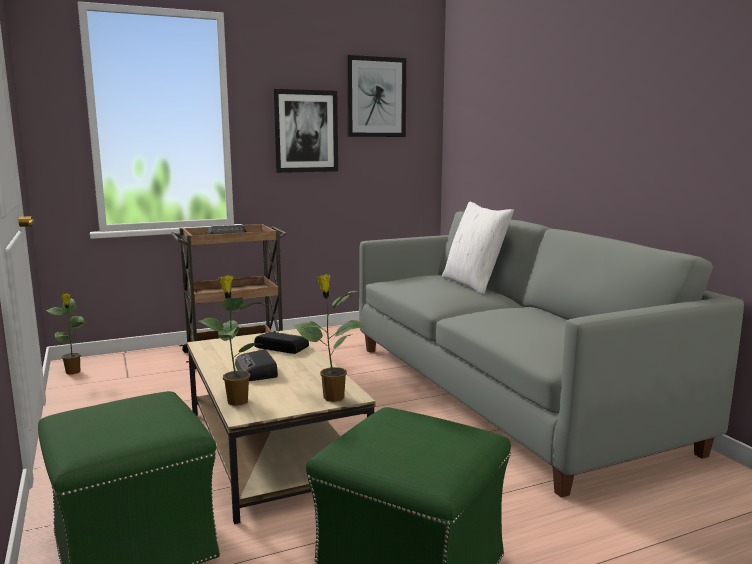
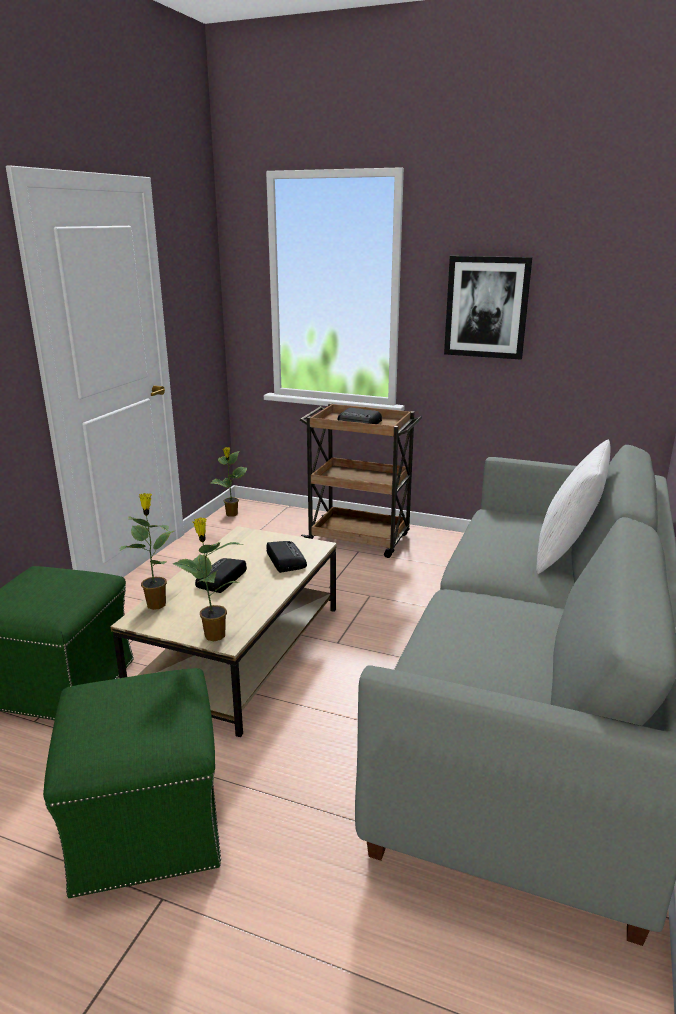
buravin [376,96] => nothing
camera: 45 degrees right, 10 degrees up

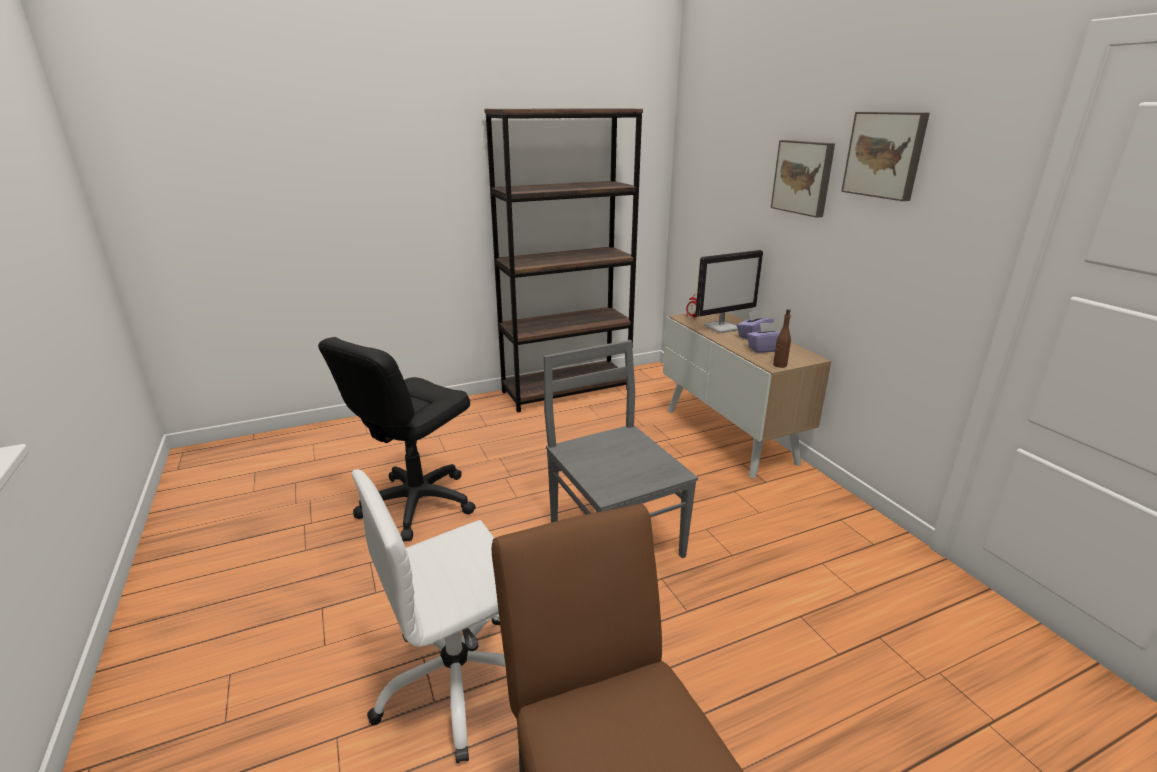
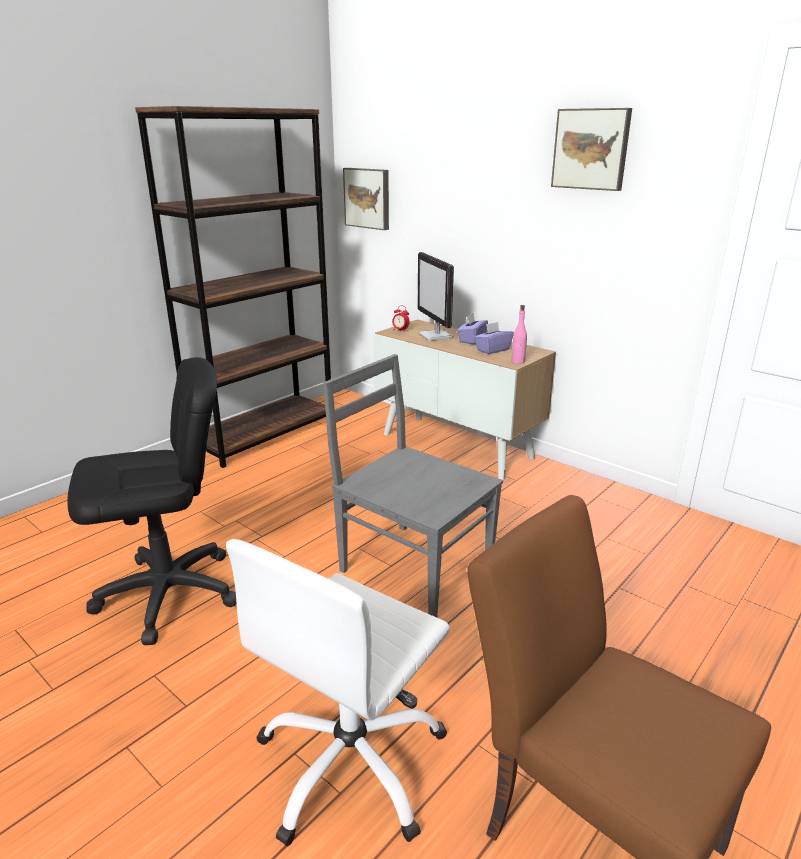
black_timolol [397,439] => black_timolol [152,501], 120 degrees counterclockwise
buravin [803,179] => buravin [366,199], shifted
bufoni [729,291] => bufoni [435,296], 120 degrees clockwise
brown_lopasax [782,338] => pink_lopasax [519,334]
camera: 25 degrees left, 0 degrees up

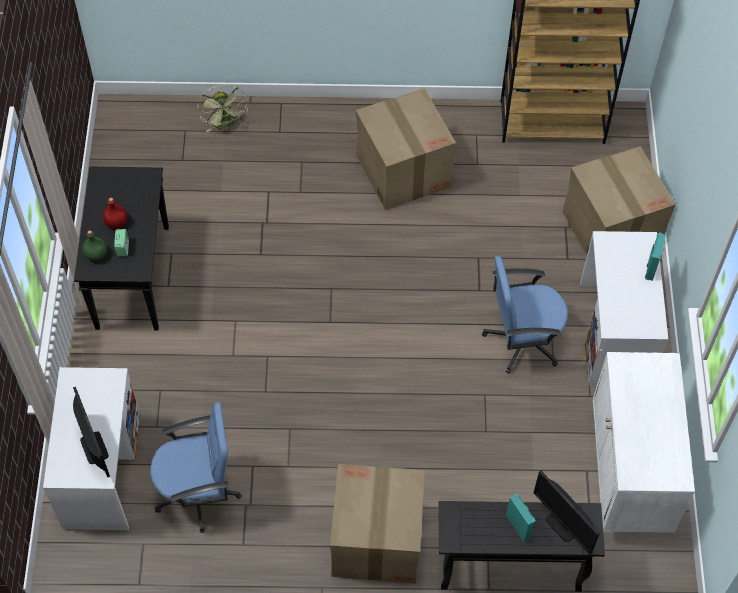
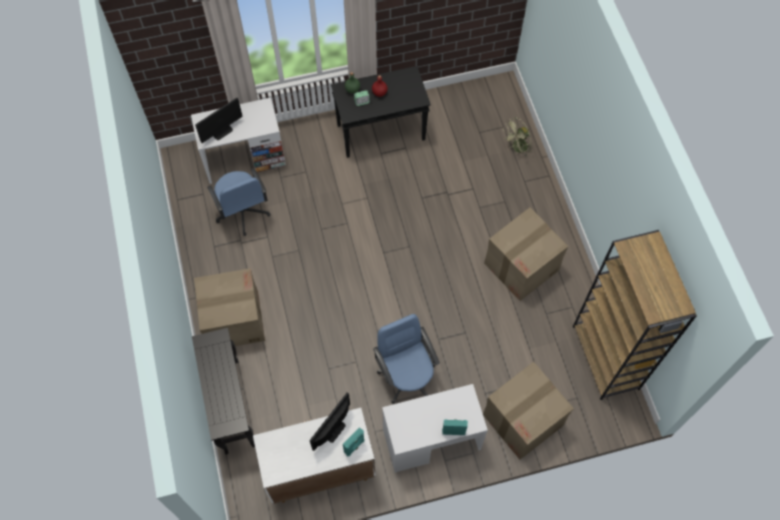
bufoni [566,512] => bufoni [330,421], shifted
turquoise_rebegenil [521,518] => turquoise_rebegenil [354,441], shifted
camera: 75 degrees right, 5 degrees up

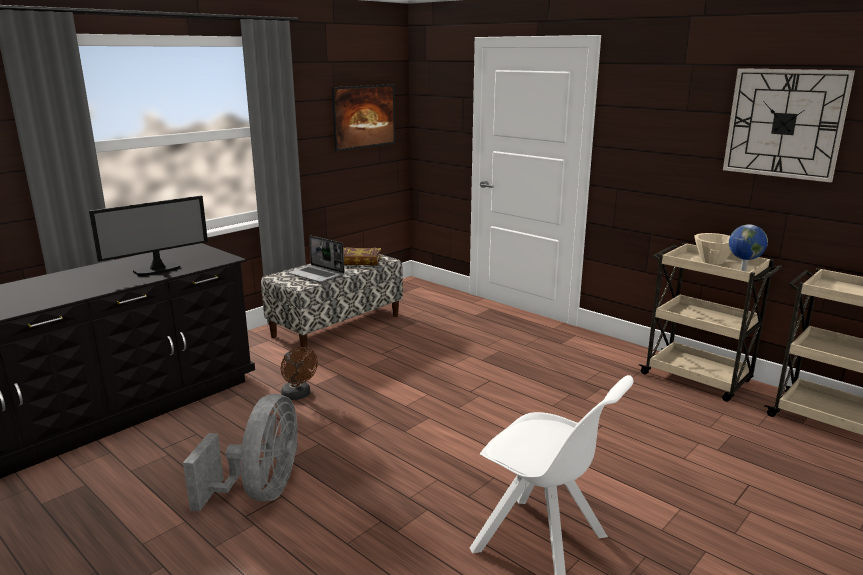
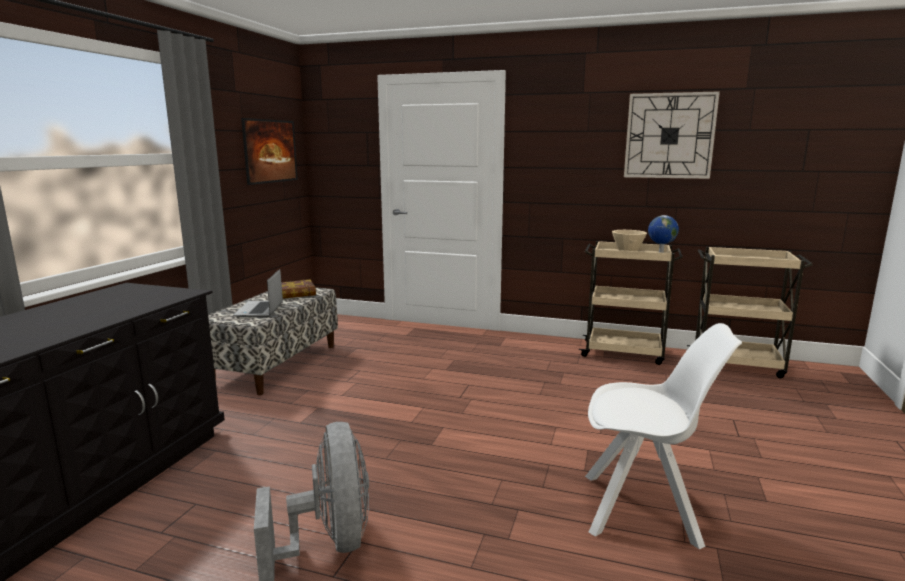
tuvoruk [316,259] => tuvoruk [258,293], 75 degrees clockwise
bufoni [148,235] => nothing
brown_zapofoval [299,373] => nothing
camera: 25 degrees left, 5 degrees down

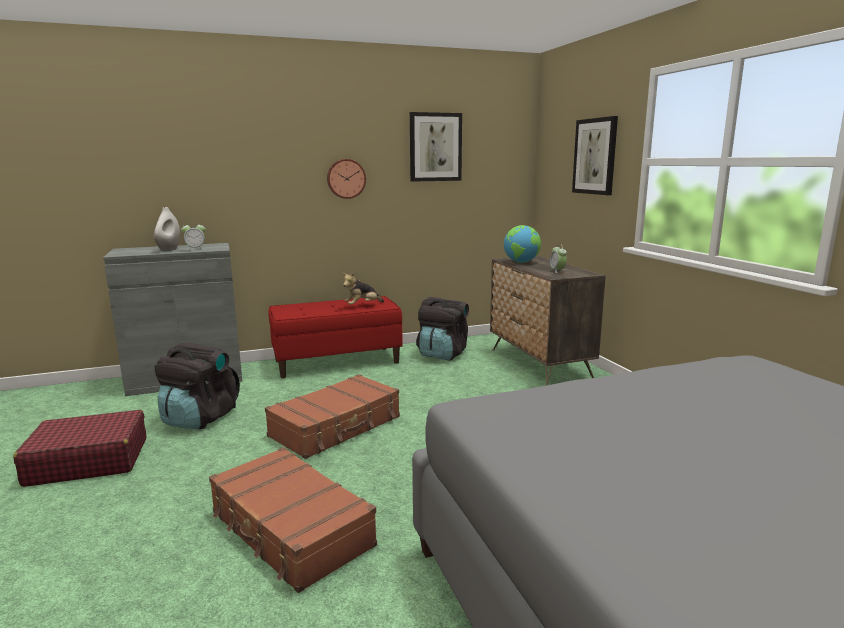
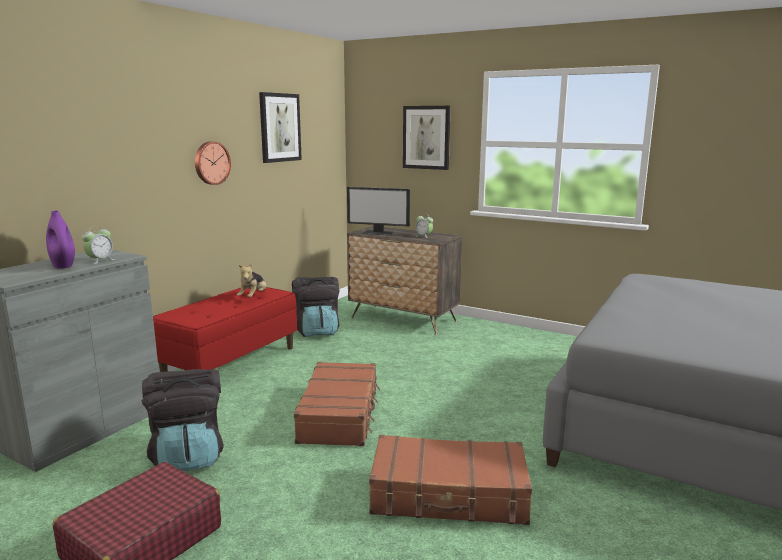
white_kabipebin [167,229] => purple_kabipebin [60,240]
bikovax [522,244] => bufoni [378,211]
camera: 40 degrees left, 0 degrees up

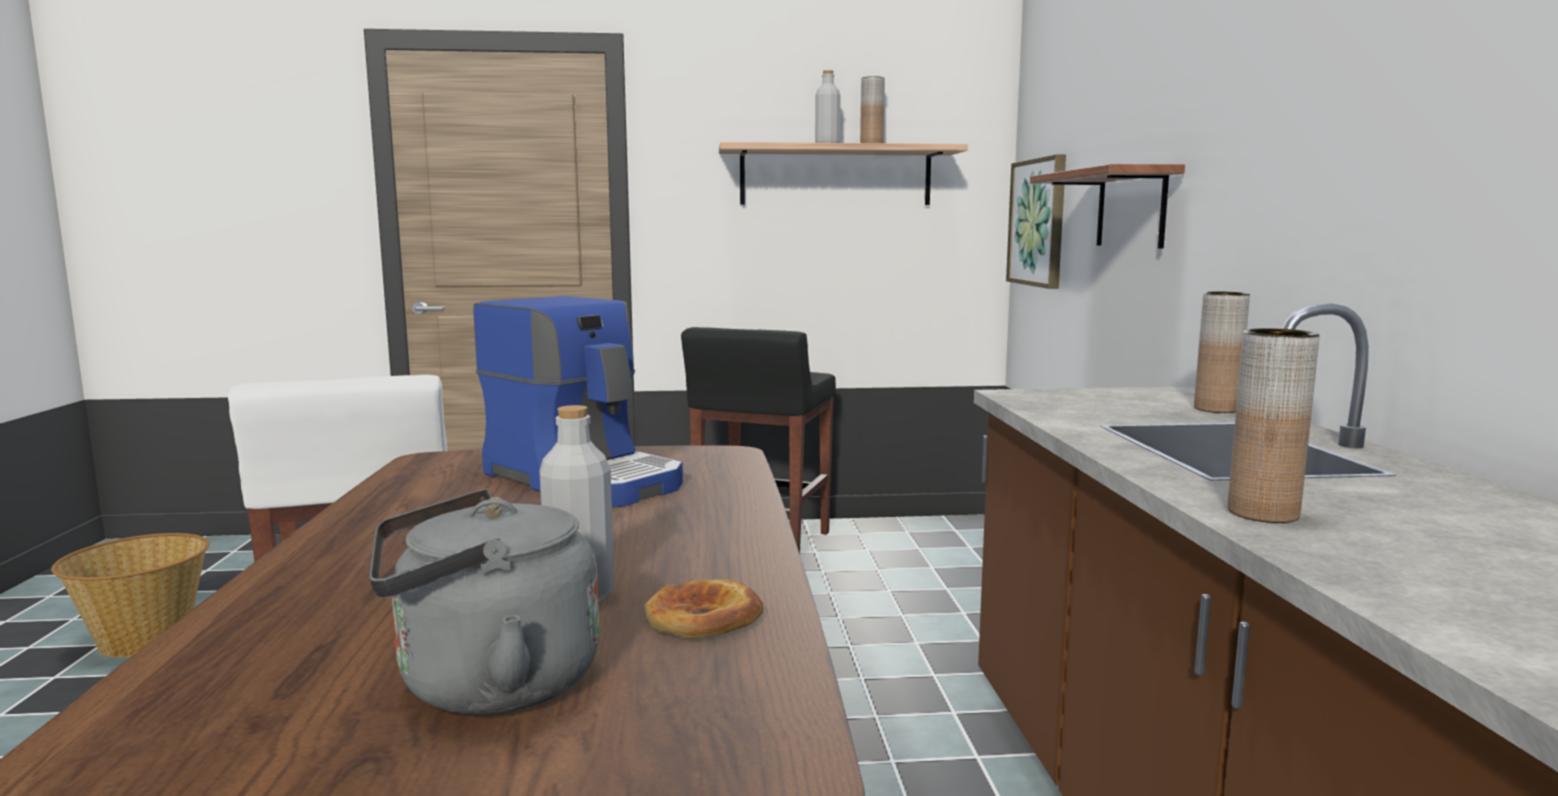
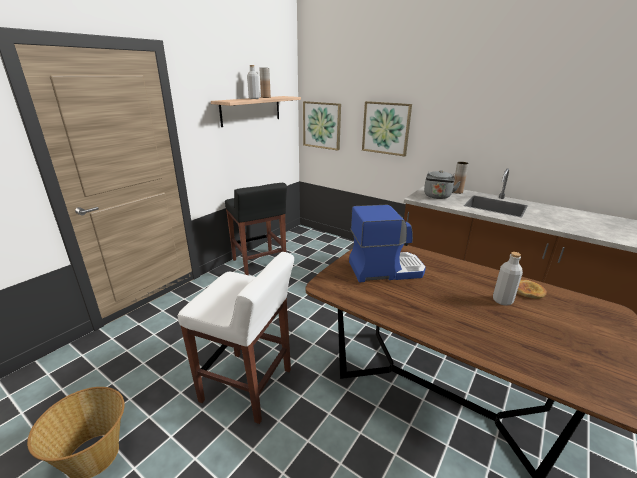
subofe [1107,206] => buravin [387,129]
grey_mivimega [484,601] => grey_mivimega [442,184], shifted
brown_kabipebin [1274,425] => nothing
camera: 50 degrees left, 15 degrees up

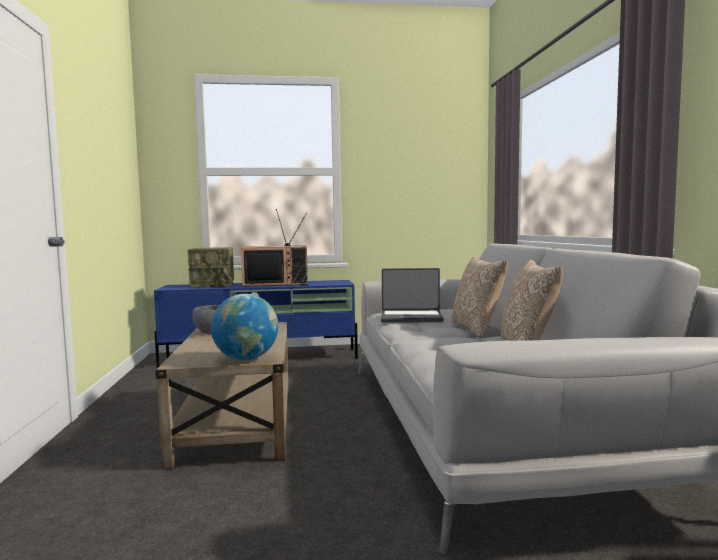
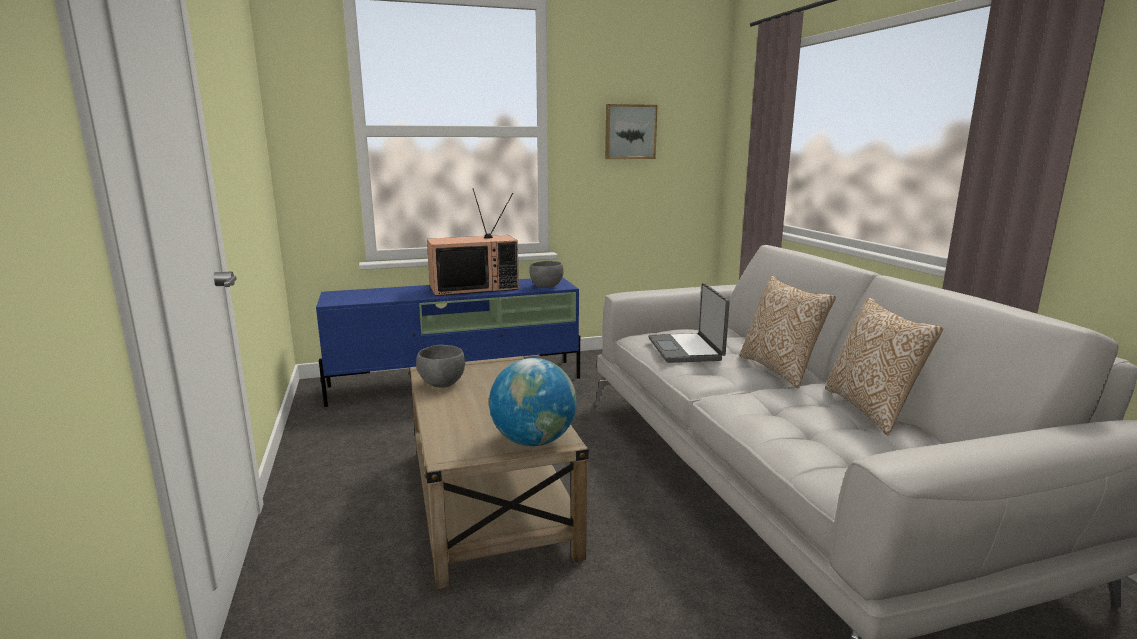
nothing => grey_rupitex [546,274]
nothing => buravin [631,131]
tuvoruk [412,295] => tuvoruk [689,323], 90 degrees clockwise
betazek [211,267] => nothing
camera: 10 degrees left, 10 degrees up

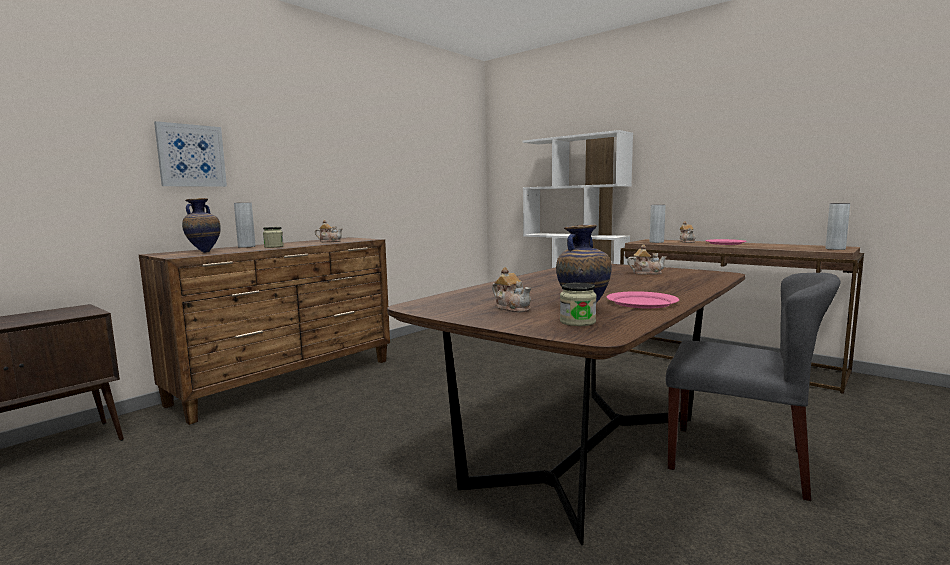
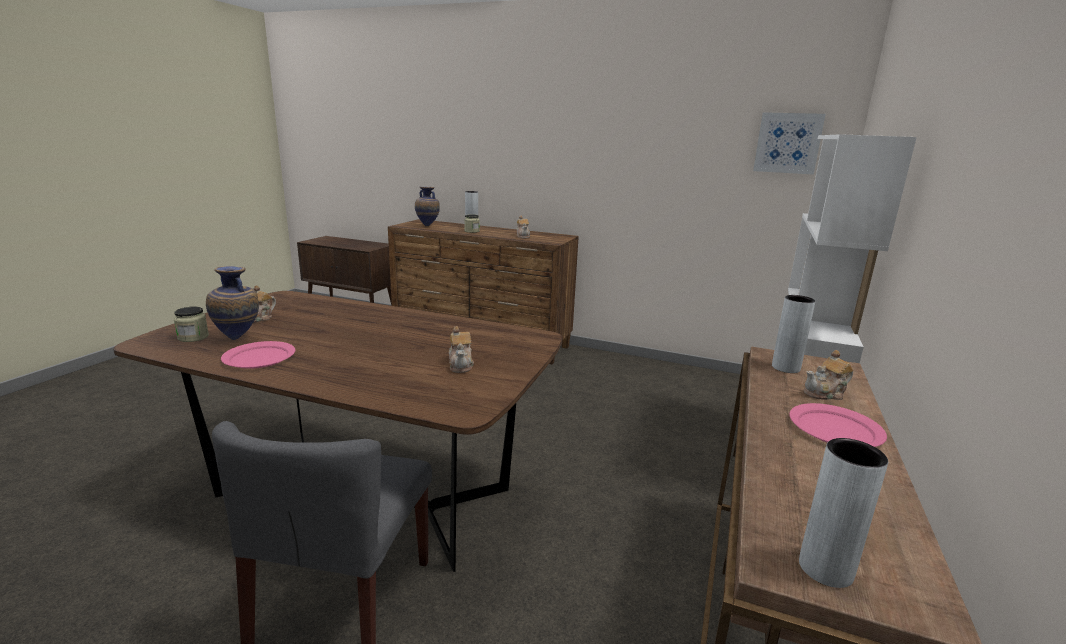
buravin [190,154] => buravin [789,143], shifted
camera: 70 degrees right, 10 degrees up

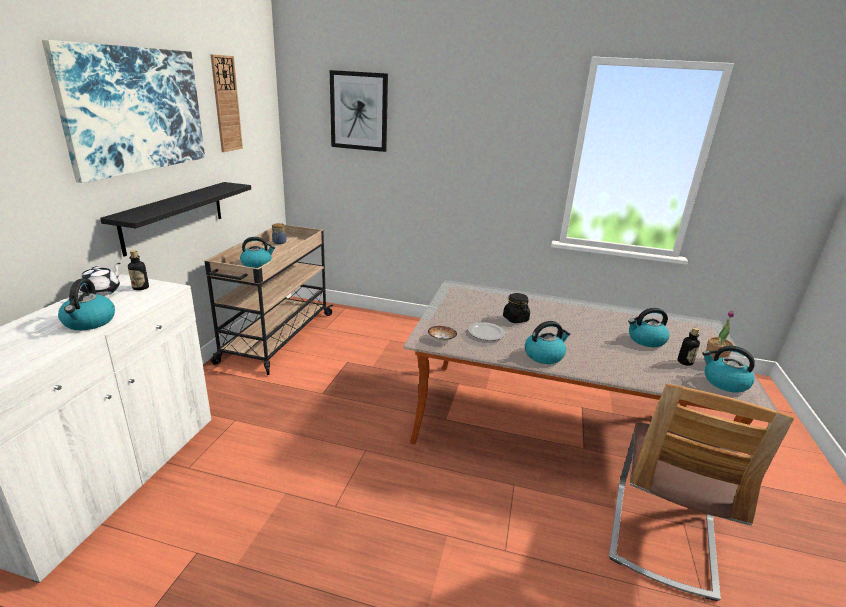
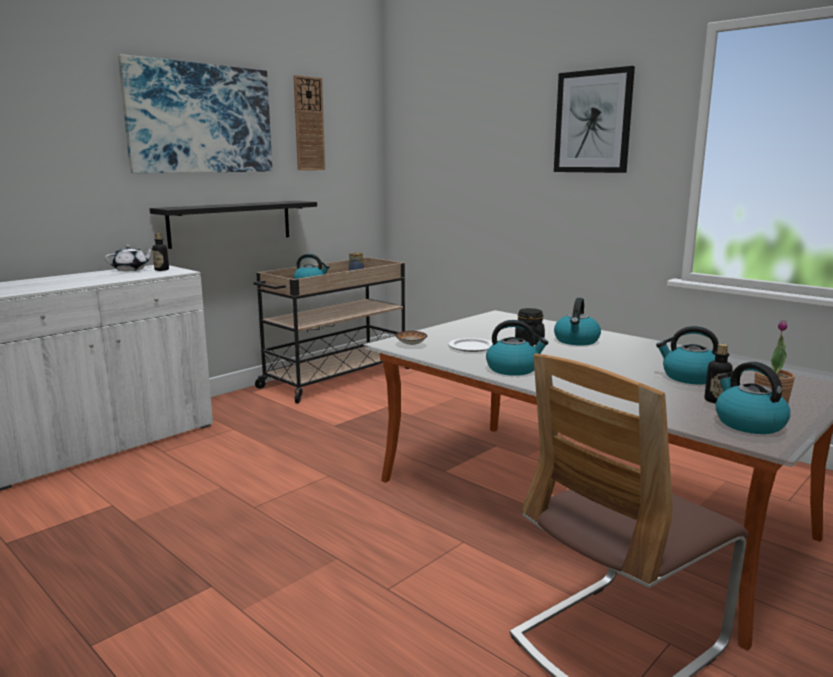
buravin [359,111] => buravin [594,119], shifted
mivimega [86,304] => mivimega [577,322], shifted
camera: 30 degrees right, 10 degrees down

